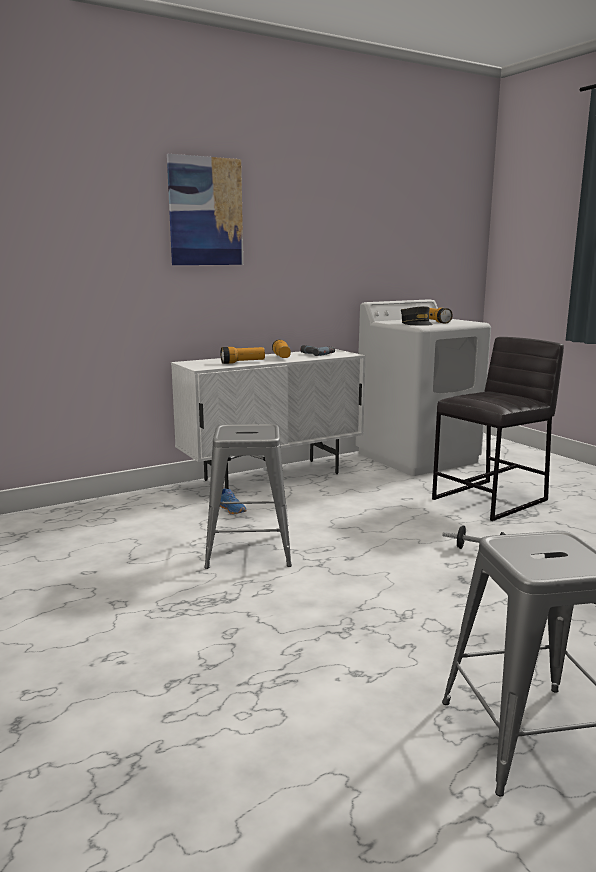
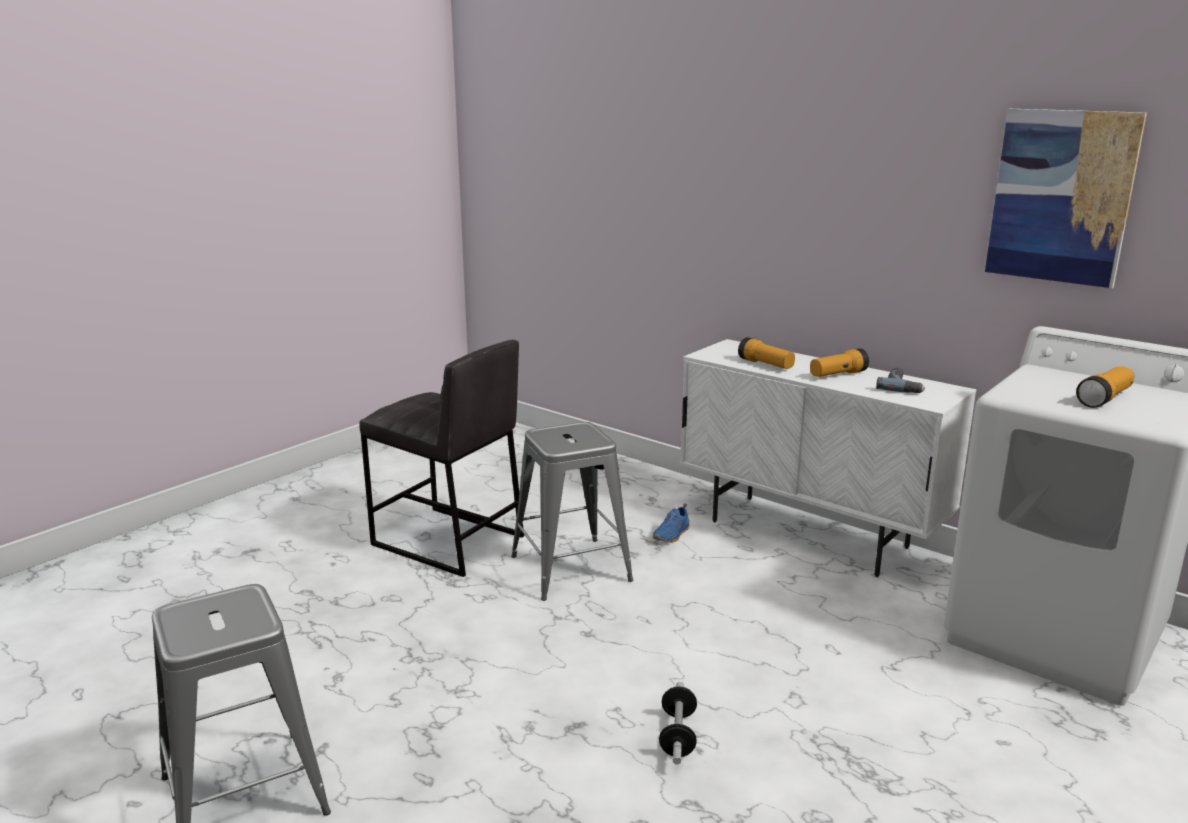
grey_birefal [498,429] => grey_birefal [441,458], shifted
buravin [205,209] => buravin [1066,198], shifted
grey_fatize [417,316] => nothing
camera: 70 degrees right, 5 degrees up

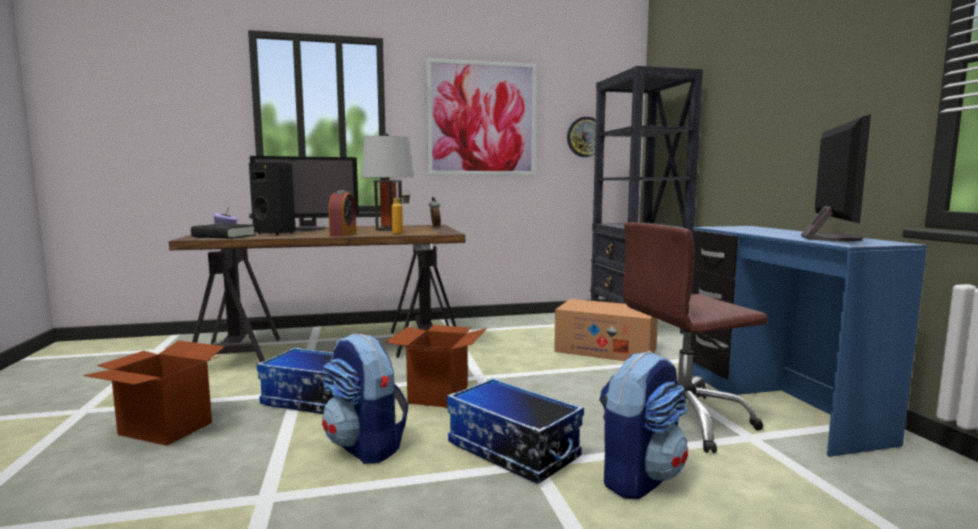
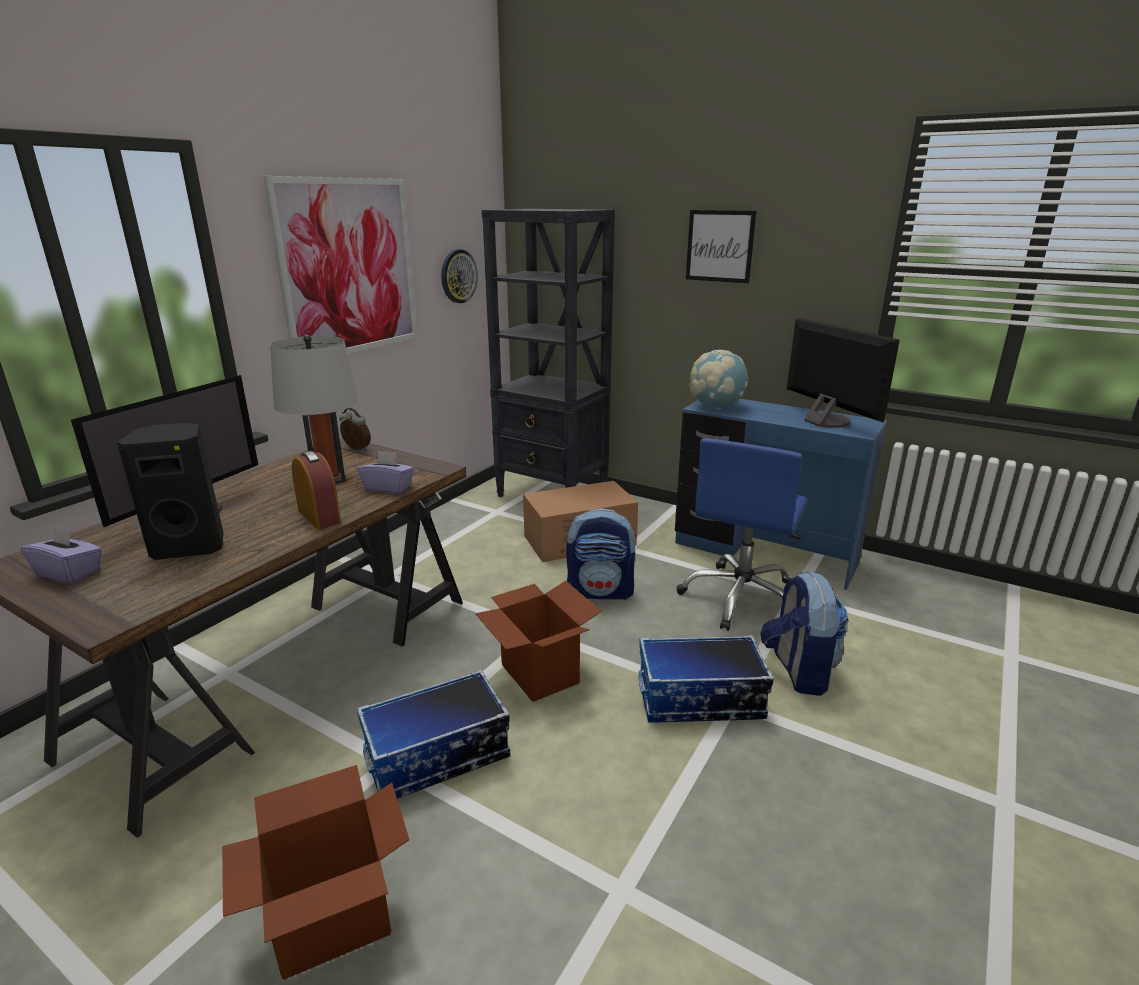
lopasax [400,212] => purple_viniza [385,472]
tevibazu [365,398] => tevibazu [602,554], shifted
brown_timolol [695,337] => blue_timolol [742,534]
nothing => buravin [721,246]
nothing => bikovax [719,379]
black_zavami [223,231] => nothing
camera: 45 degrees left, 15 degrees up

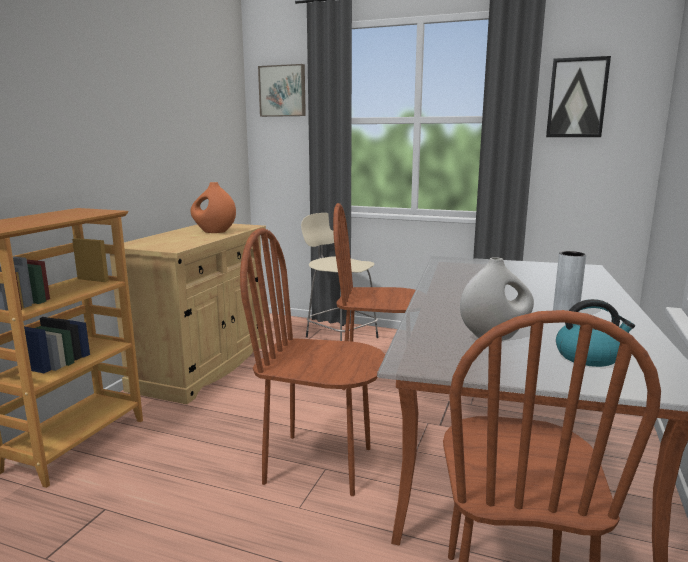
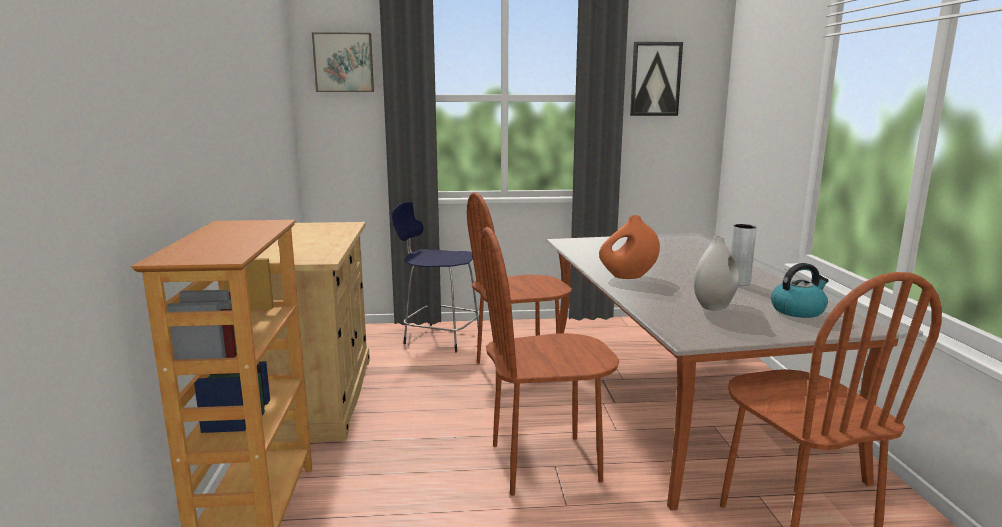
beige_birefal [340,277] => blue_birefal [435,277]
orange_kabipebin [213,207] => orange_kabipebin [629,247], shifted
camera: 25 degrees left, 0 degrees up

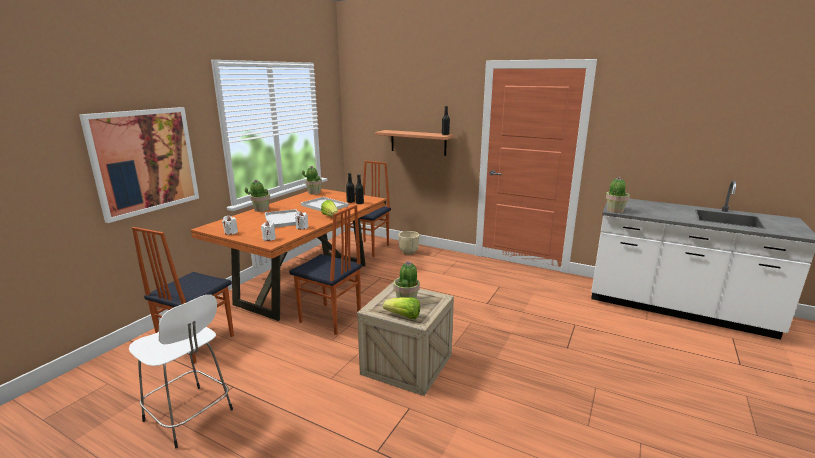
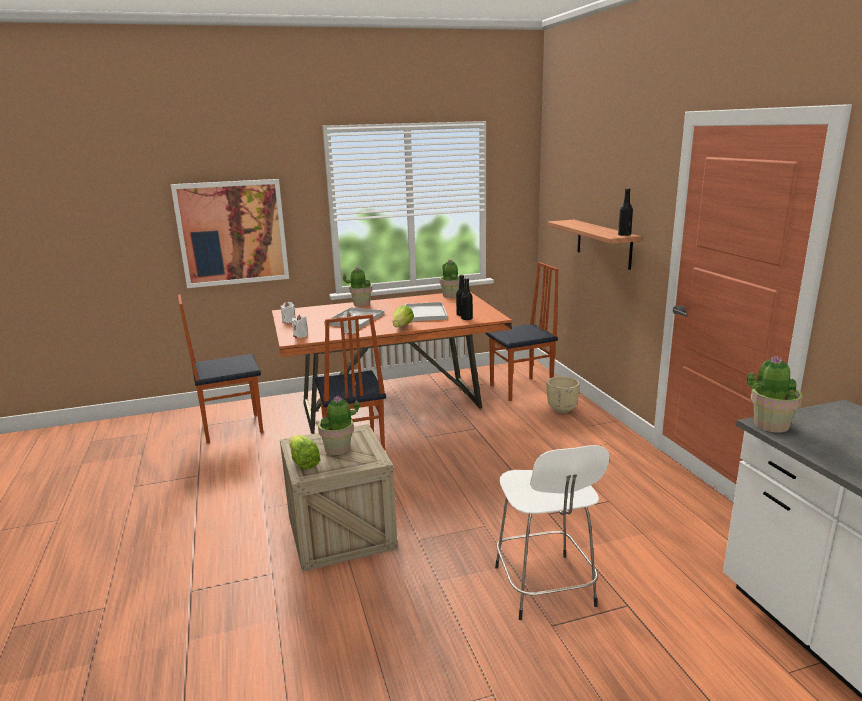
white_birefal [181,371] => white_birefal [552,532], shifted
camera: 45 degrees right, 0 degrees up

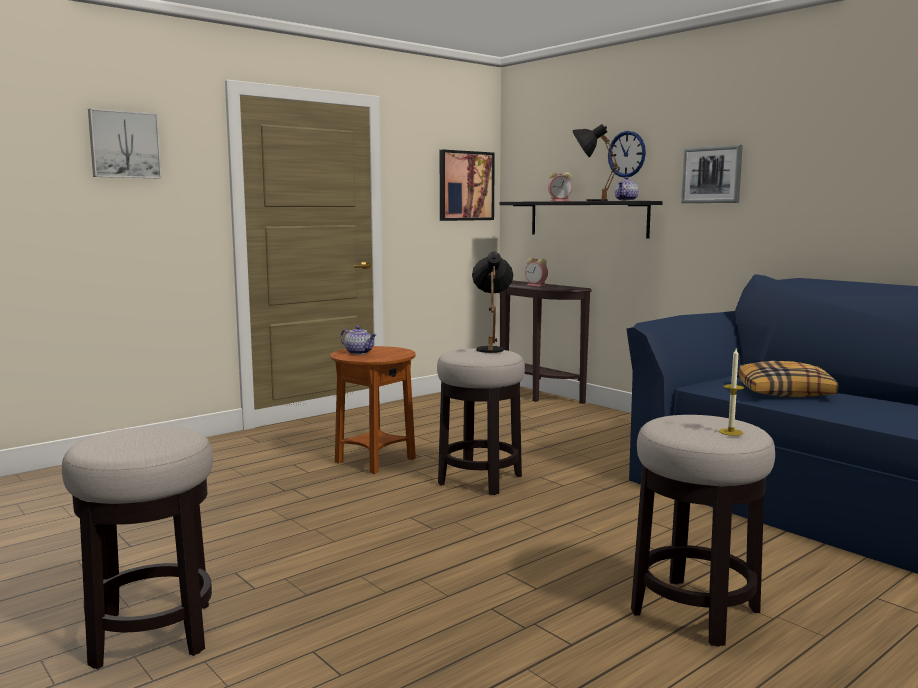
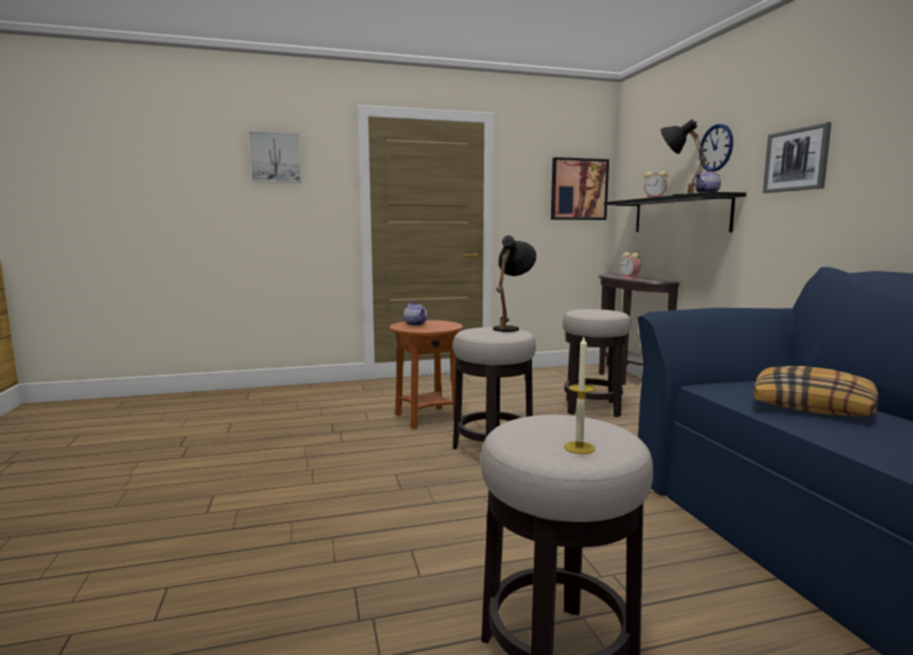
birefal [137,547] => birefal [596,363], shifted
camera: 25 degrees right, 0 degrees up

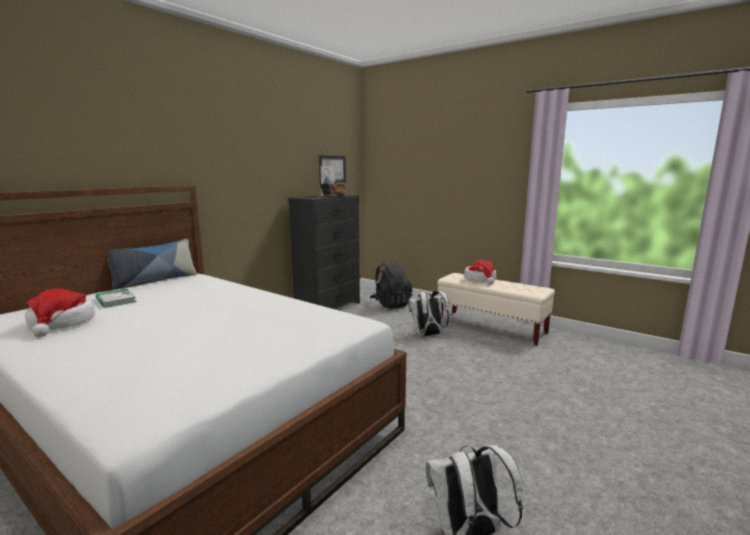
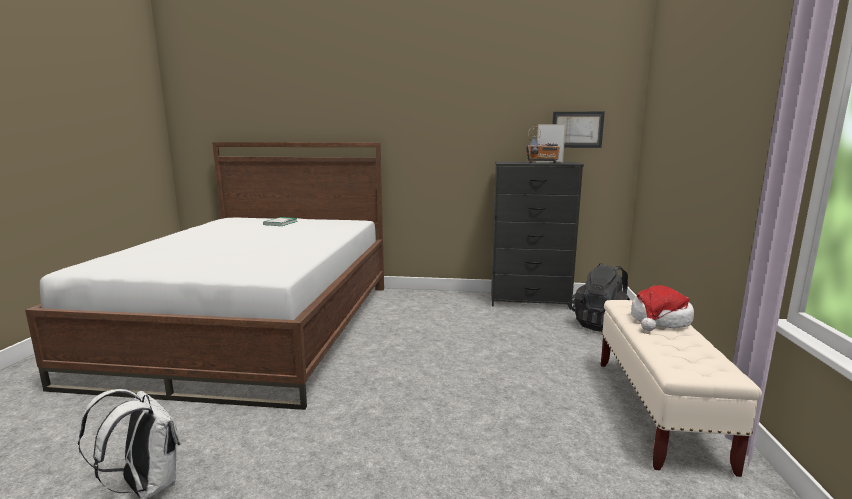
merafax [60,312] => nothing
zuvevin [152,264] => nothing
white_tevibazu [428,314] => nothing
camera: 60 degrees right, 0 degrees up

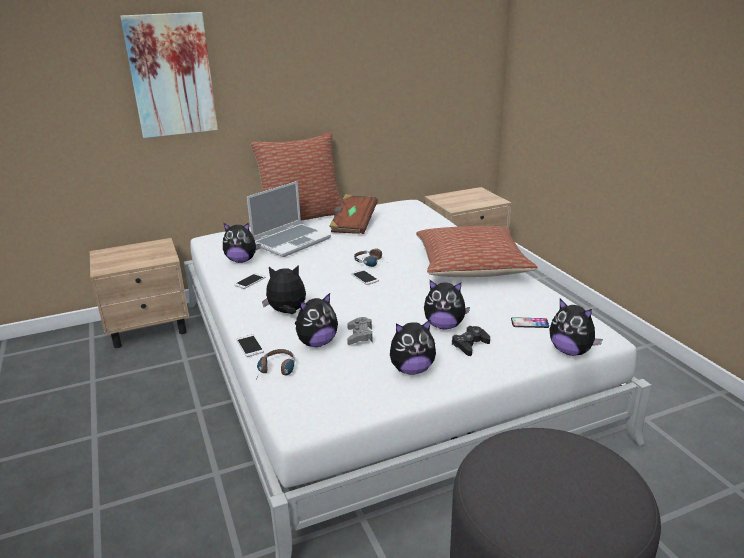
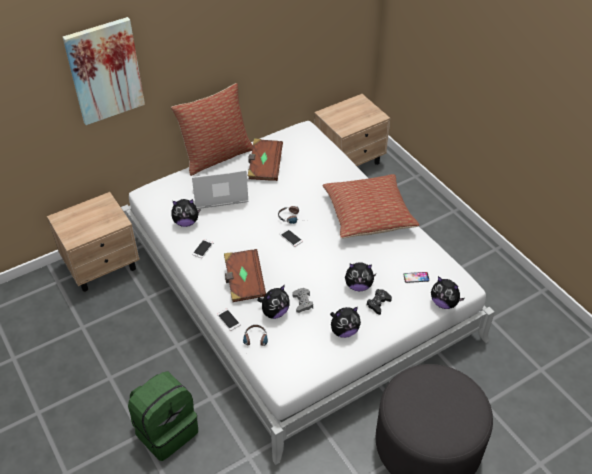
nothing => green_tevibazu [163,416]
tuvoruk [289,219] => tuvoruk [220,189], 135 degrees counterclockwise
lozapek [284,289] => brown_zavami [245,275]
camera: 10 degrees left, 20 degrees up

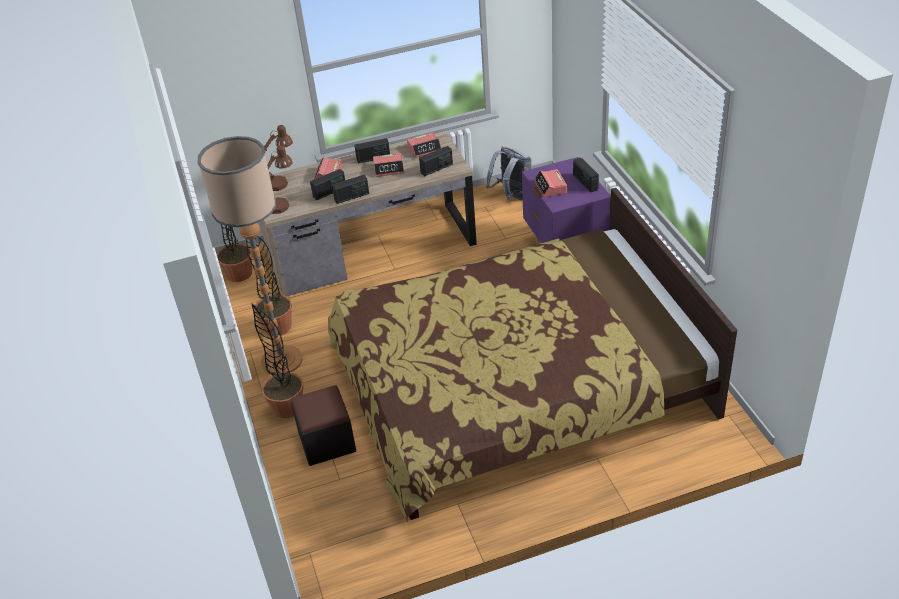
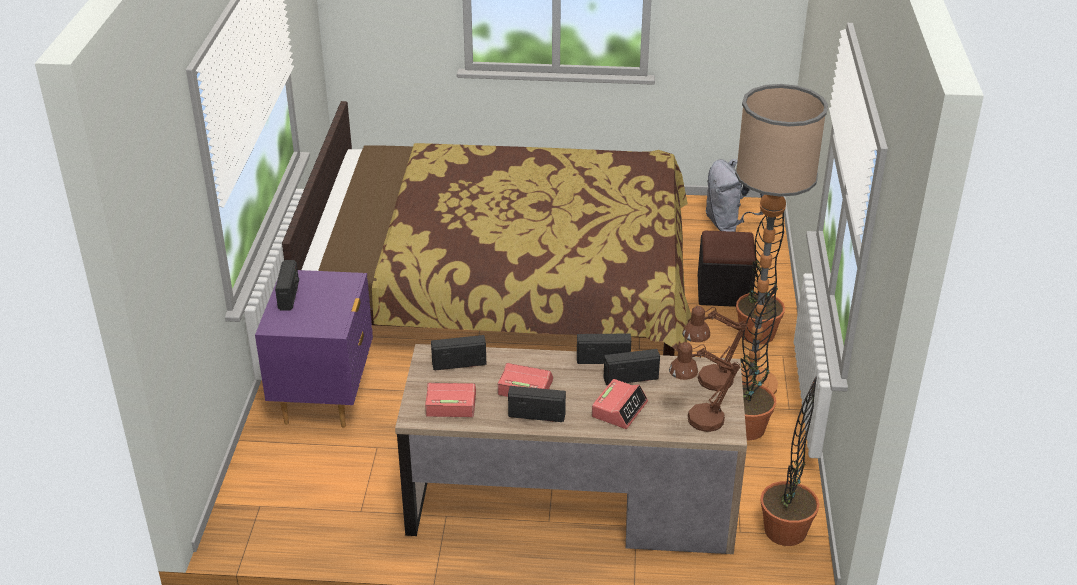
grey_tevibazu [508,173] => grey_tevibazu [735,195], shifted
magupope [550,183] => nothing
camera: 160 degrees left, 5 degrees down

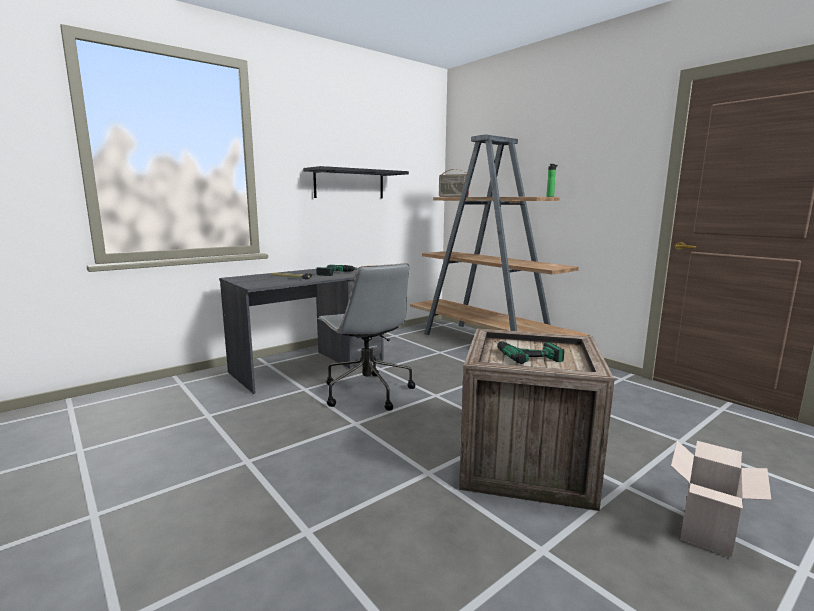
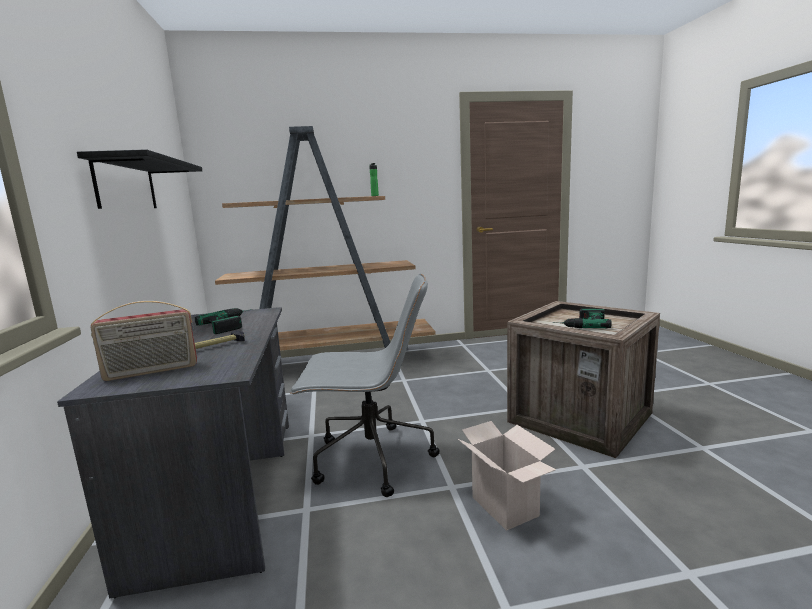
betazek [454,183] => betazek [144,341], shifted
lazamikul [721,499] => lazamikul [507,476], shifted
camera: 60 degrees left, 0 degrees up

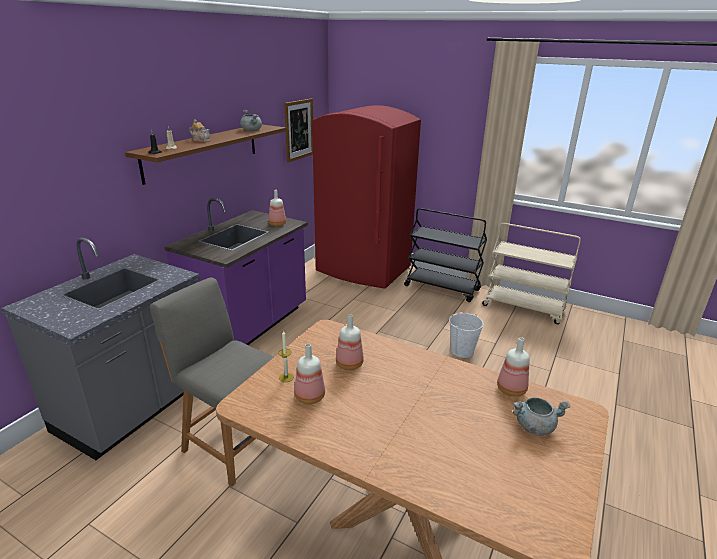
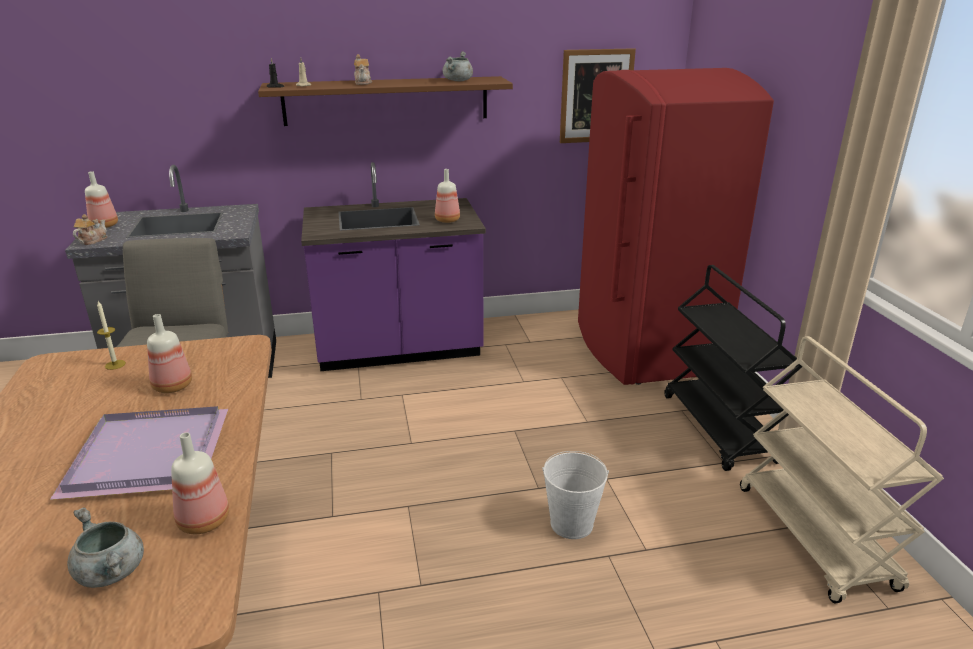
nothing => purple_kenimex [139,453]
nothing => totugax [90,229]
lopasax [309,374] => lopasax [101,199], shifted
camera: 50 degrees right, 0 degrees up

